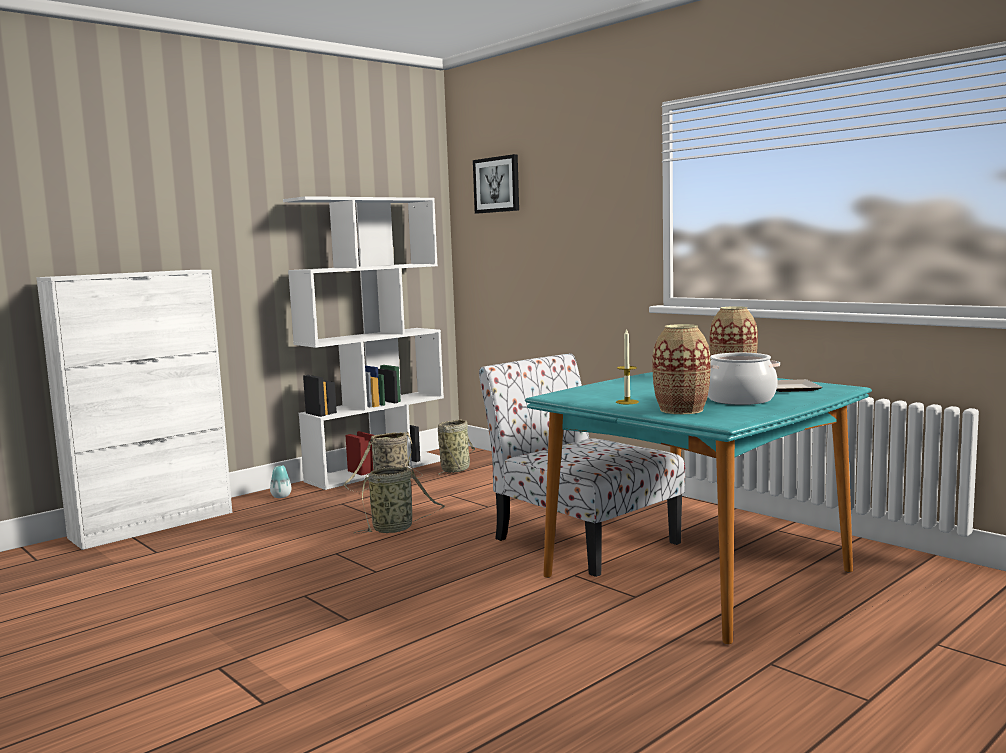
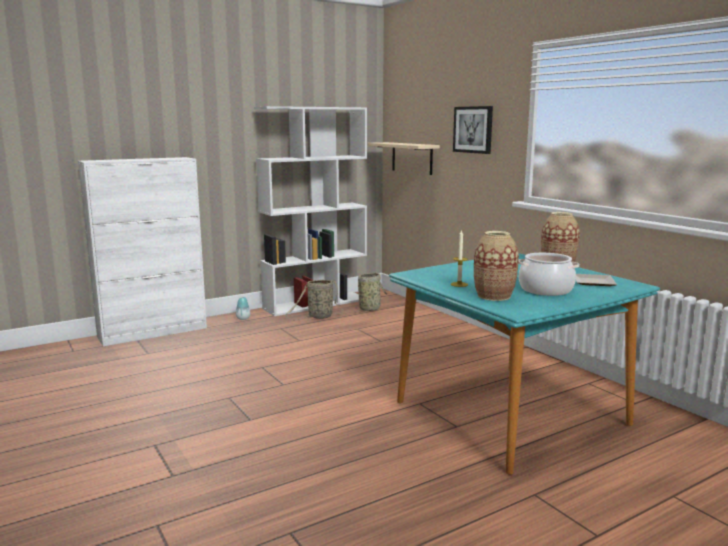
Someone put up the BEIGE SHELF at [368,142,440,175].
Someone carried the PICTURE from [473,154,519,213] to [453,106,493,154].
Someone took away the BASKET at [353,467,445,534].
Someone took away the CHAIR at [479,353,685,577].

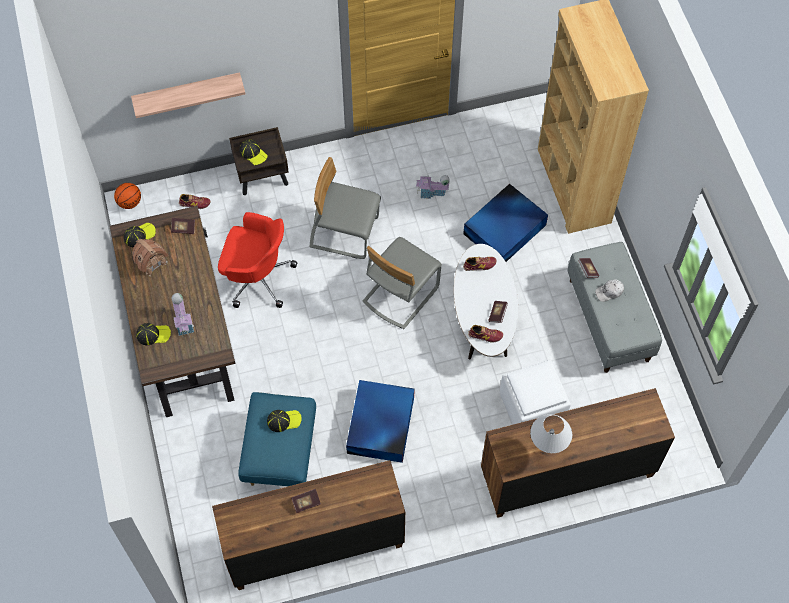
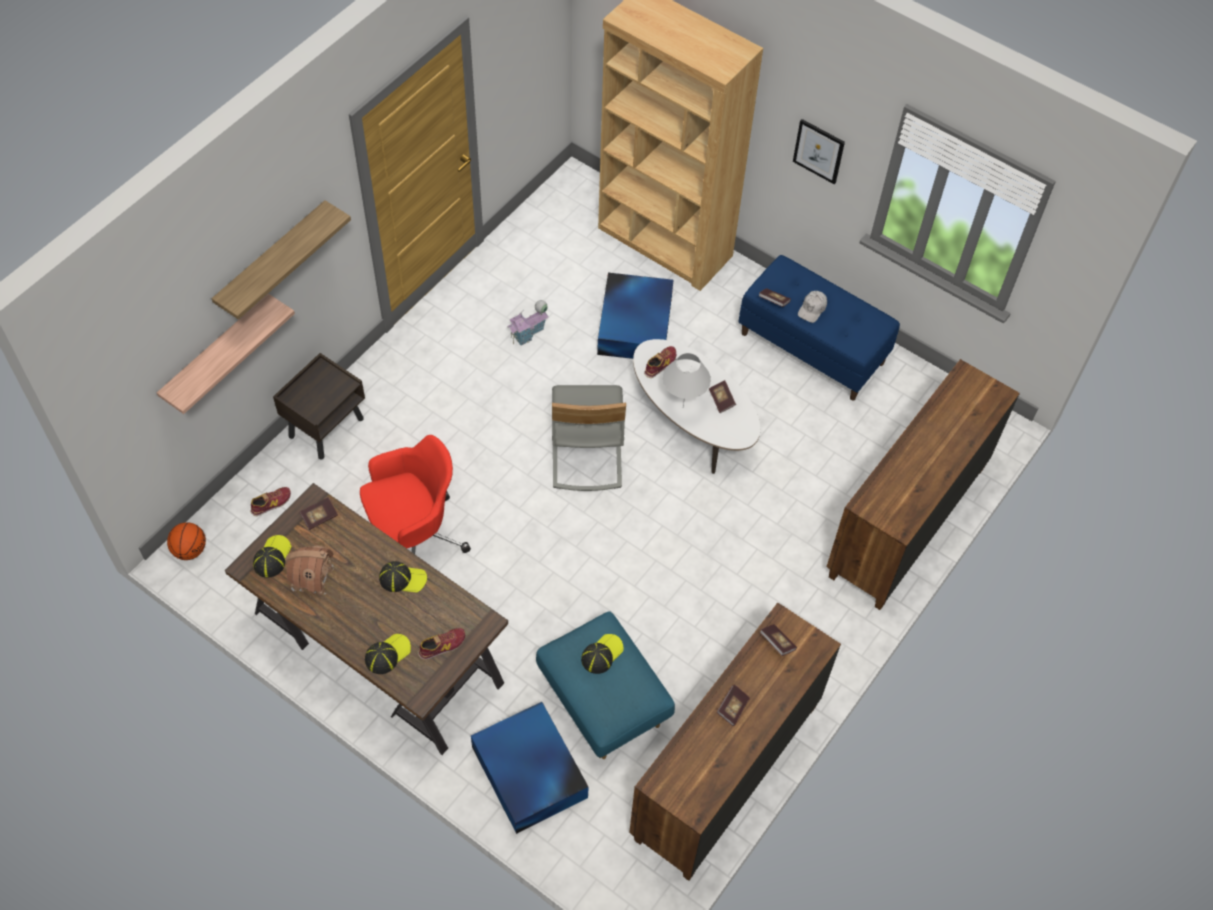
Someone put up the SHELF at [212,200,351,320].
Someone carried the CAP from [239,139,268,165] to [379,561,427,593].
Someone carried the SHOE from [468,325,503,343] to [418,628,465,660].
Someone carried the BLUE STORAGE BOX from [346,380,415,463] to [471,702,589,834].
Someone carried the WHITE TABLE LAMP from [530,414,572,453] to [662,353,711,407].
Someone repainted the GREY BENCH at [567,242,662,373], which became the BLUE BENCH at [739,255,900,400].
Someone put down the BOOK at [760,624,797,656].
Someone put up the PICTURE at [793,119,845,184].
Someone took away the TOY HOUSE at [172,293,194,337].
Someone took away the GREY CHAIR at [310,157,381,259].
Someone took away the WHITE OTTOMAN at [500,360,571,425].

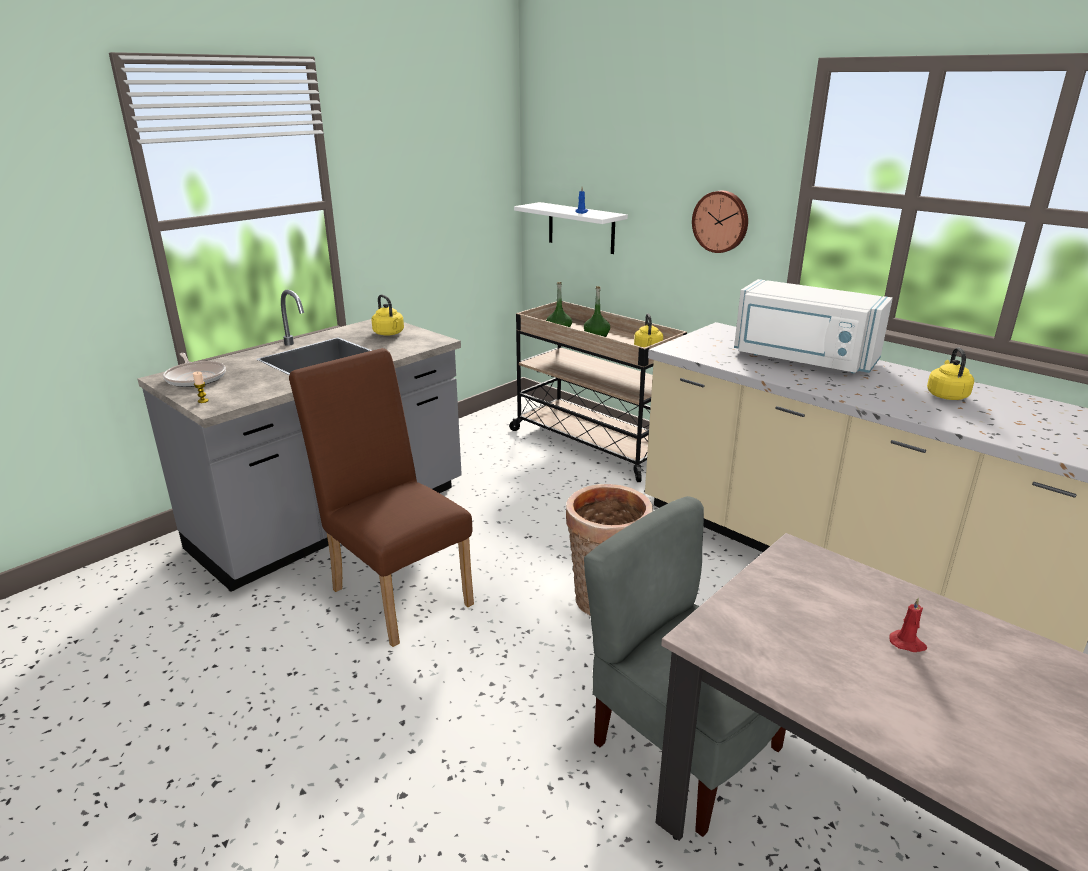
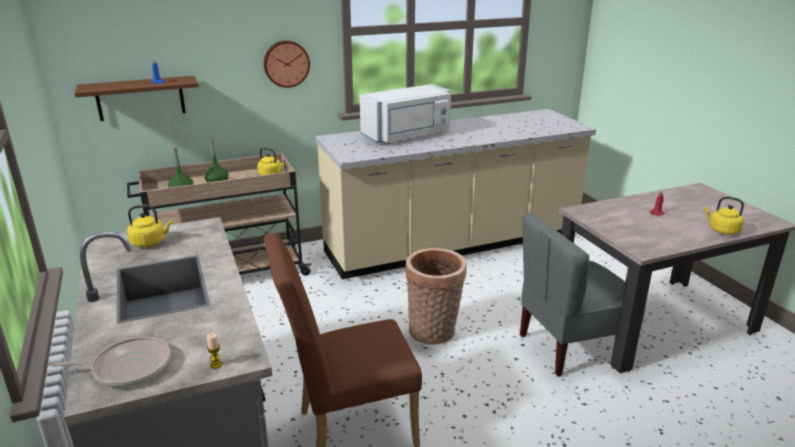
Someone repainted the WHITE SHELF at [514,202,628,254], which became the BROWN SHELF at [75,76,199,121].
Someone carried the YELLOW KETTLE from [927,347,974,400] to [704,196,744,235].

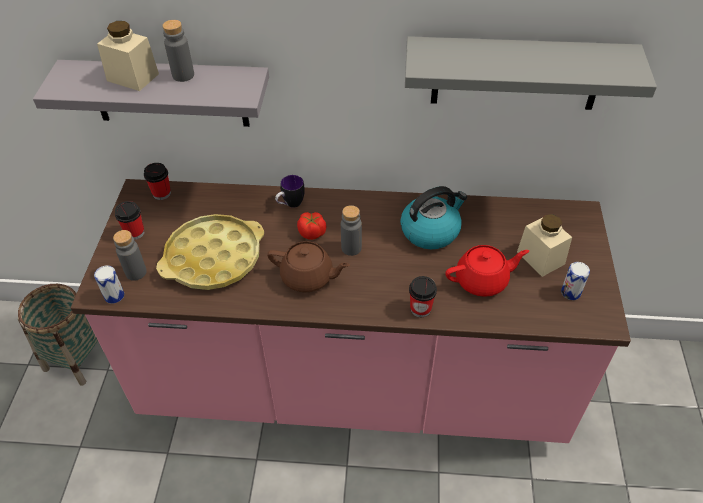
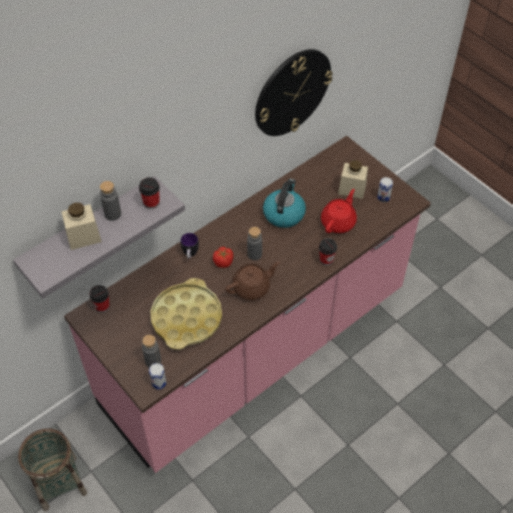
Someone carried the CUP from [115,201,144,240] to [139,177,160,209].
Someone swapped the GREY SHELF at [405,36,657,110] for the WALL CLOCK at [255,49,333,136].

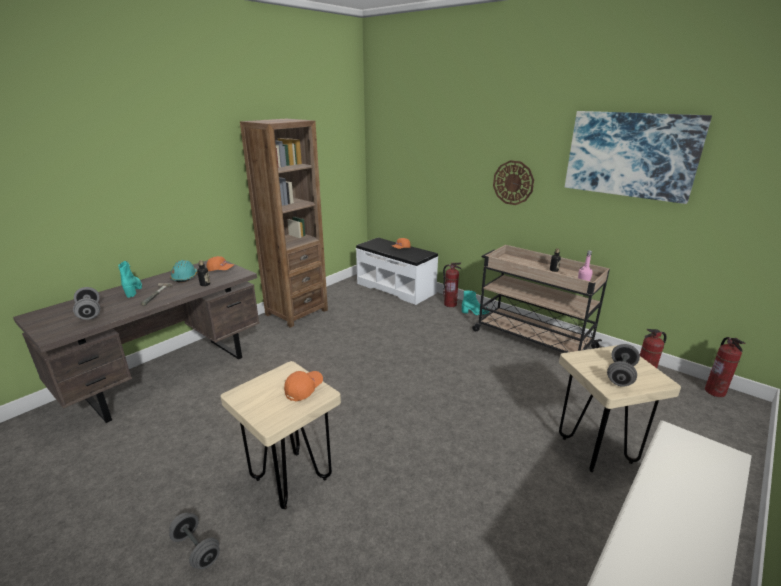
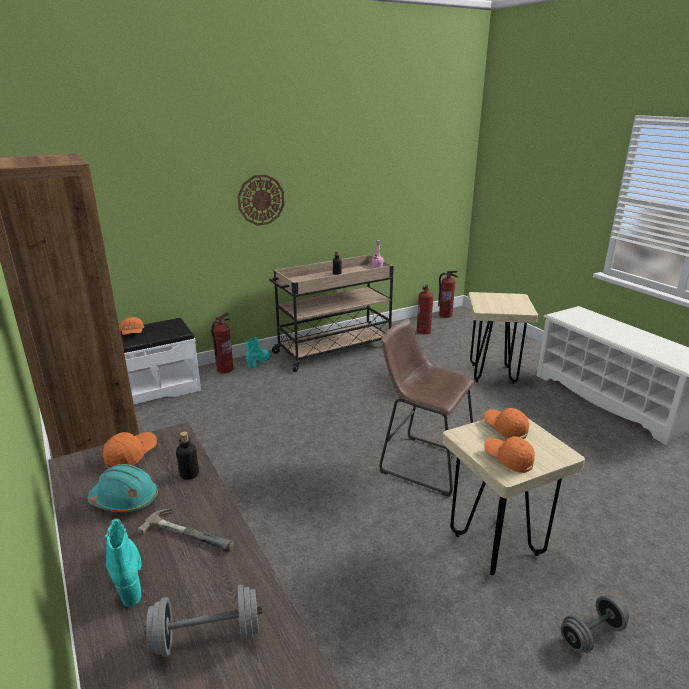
Someone rotated the TURQUOISE BOOT at [118,261,142,298] by 60 degrees clockwise.
Someone put down the BROWN STOOL at [379,319,474,497].
Someone put down the ORANGE CAP at [484,436,535,473].
Someone took away the PICTURE at [565,111,712,204].
Someone took away the GREY DUMBBELL at [607,344,640,387].

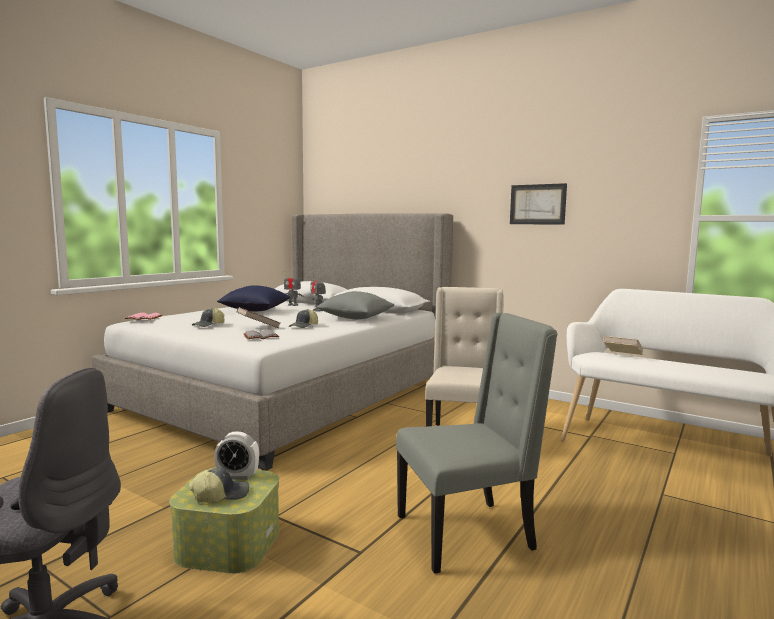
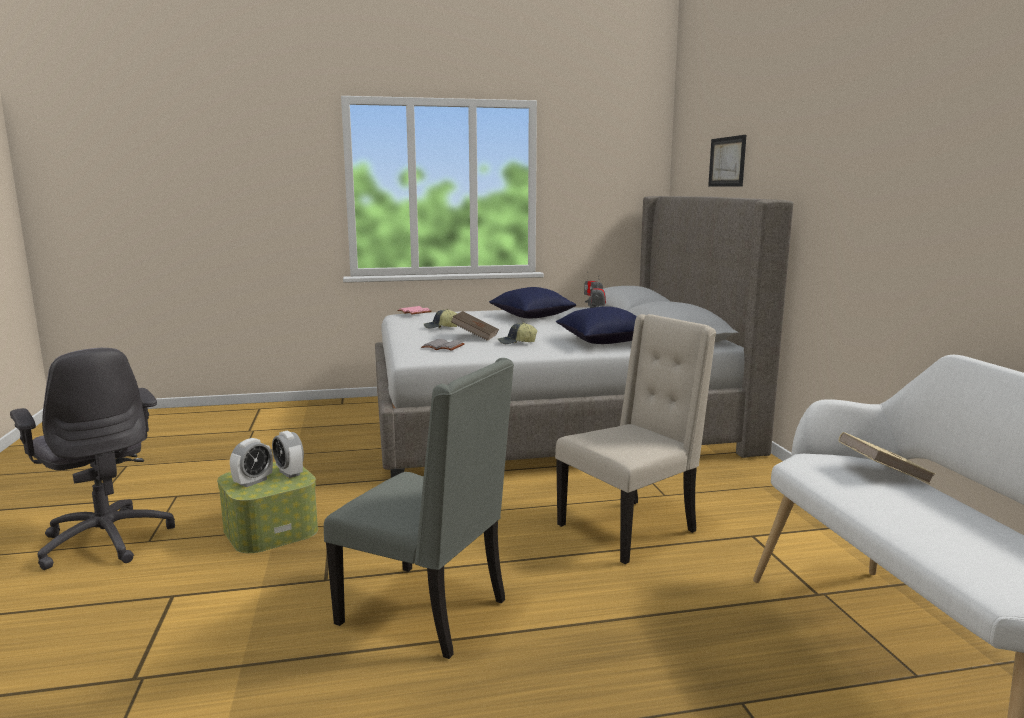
Someone swapped the CAP at [189,467,249,503] for the ALARM CLOCK at [230,438,273,487].
Someone repainted the GREY PILLOW at [316,291,394,319], which became the BLUE PILLOW at [556,306,637,344].
Someone carried the PICTURE from [510,183,567,225] to [708,135,746,187].

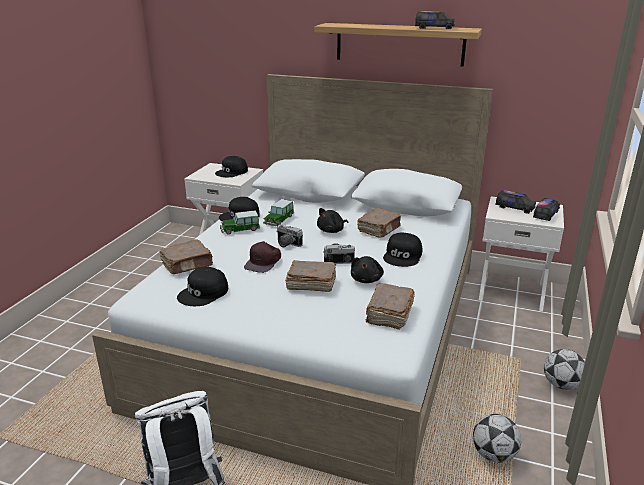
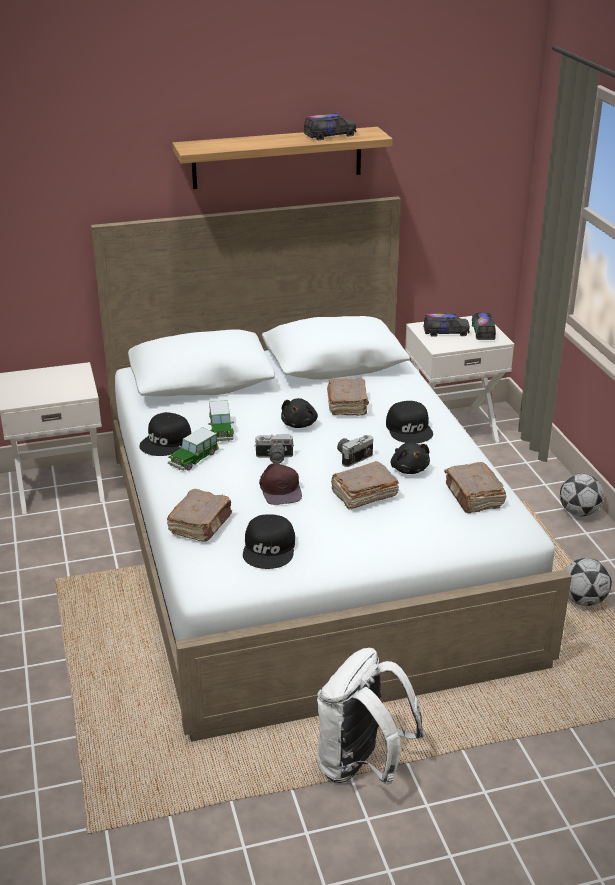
Someone took away the BLACK CAP at [215,156,248,177].

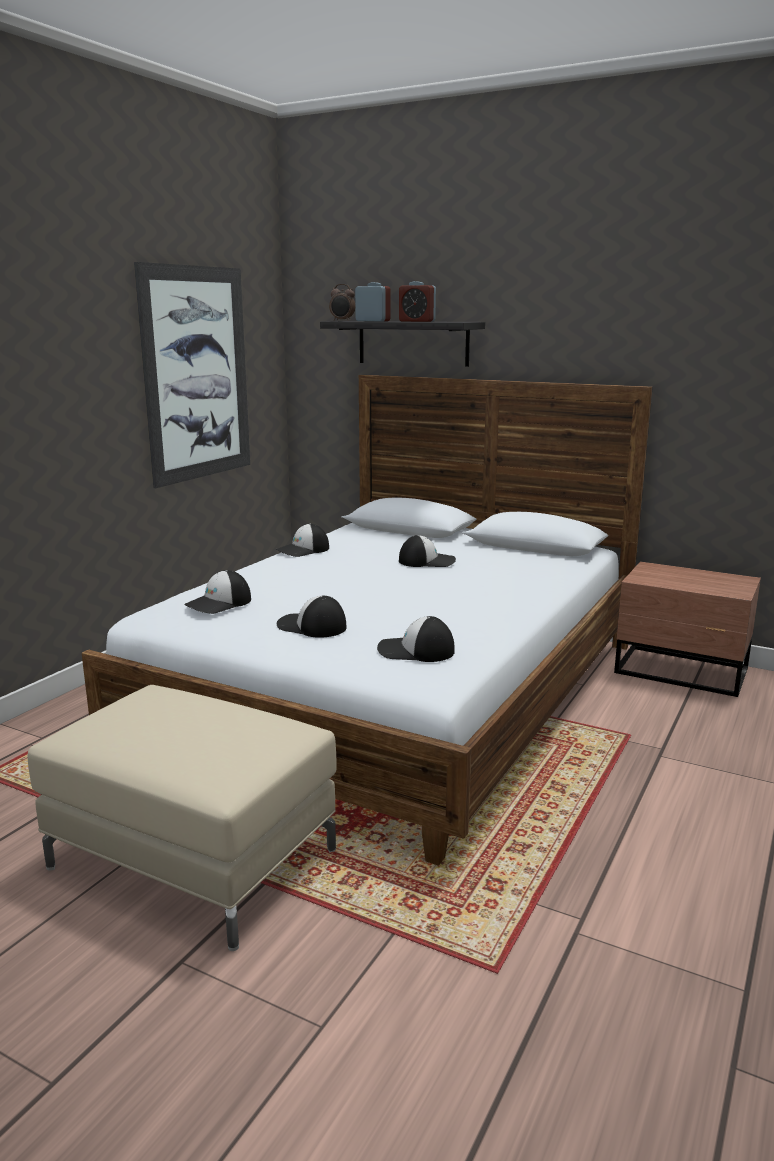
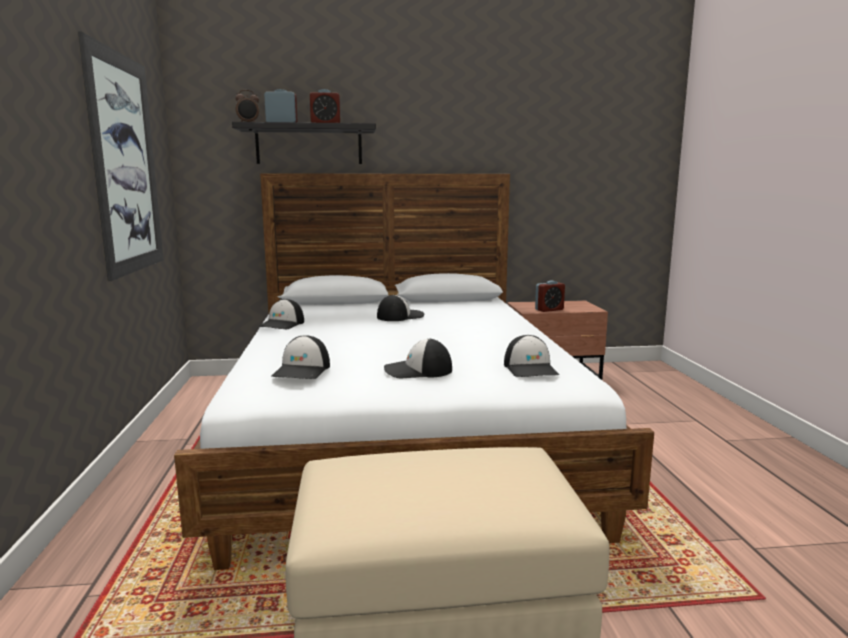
Someone rotated the CAP at [377,616,455,662] by 75 degrees counterclockwise.
Someone put down the ALARM CLOCK at [535,280,565,312].

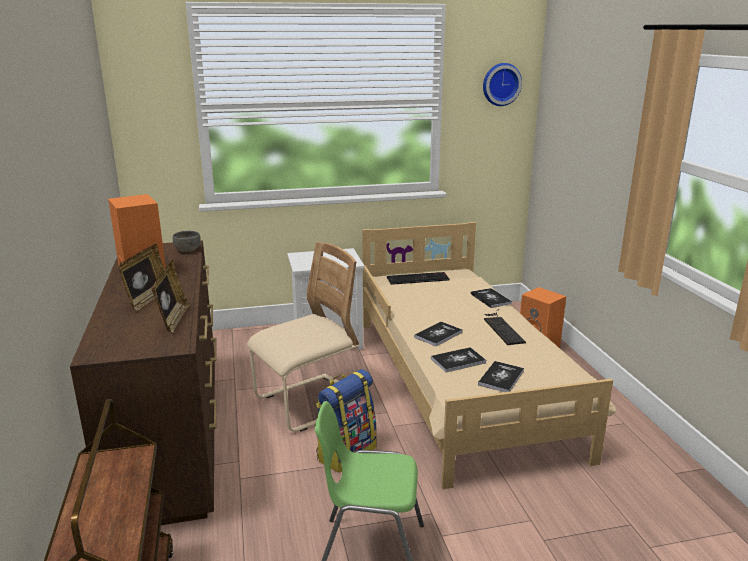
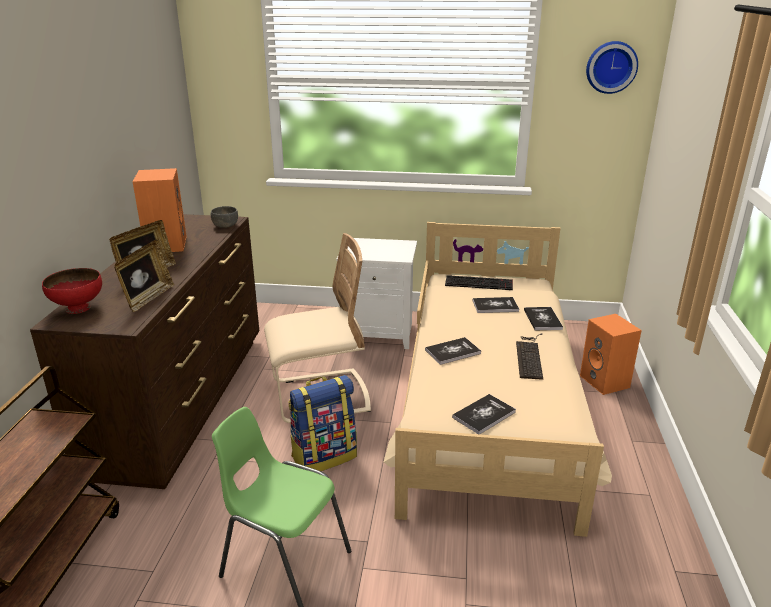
Someone put down the RED BOWL at [42,268,102,314].
Someone carried the BOOK from [431,347,486,372] to [473,297,519,313].

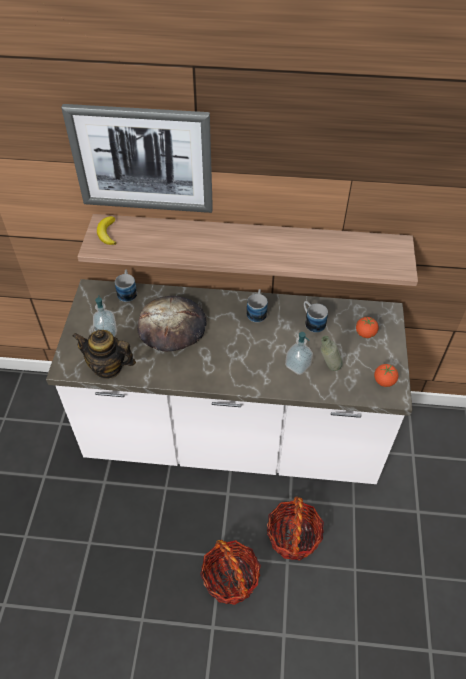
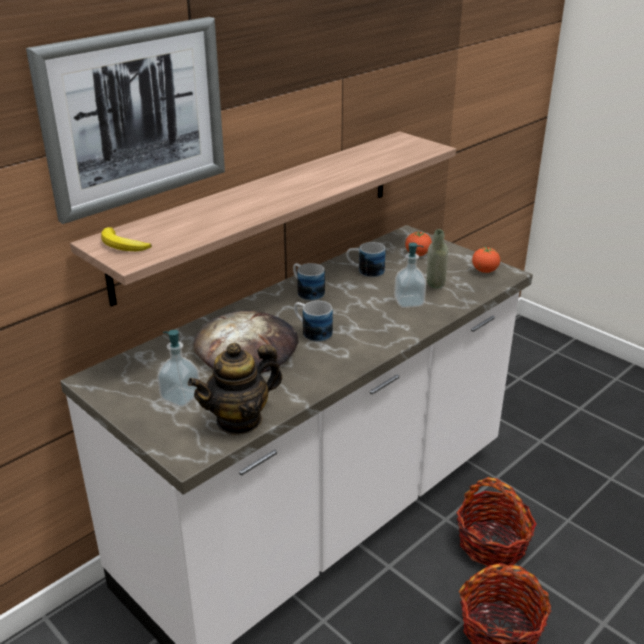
Someone carried the MUG from [115,270,137,302] to [294,301,333,342].

